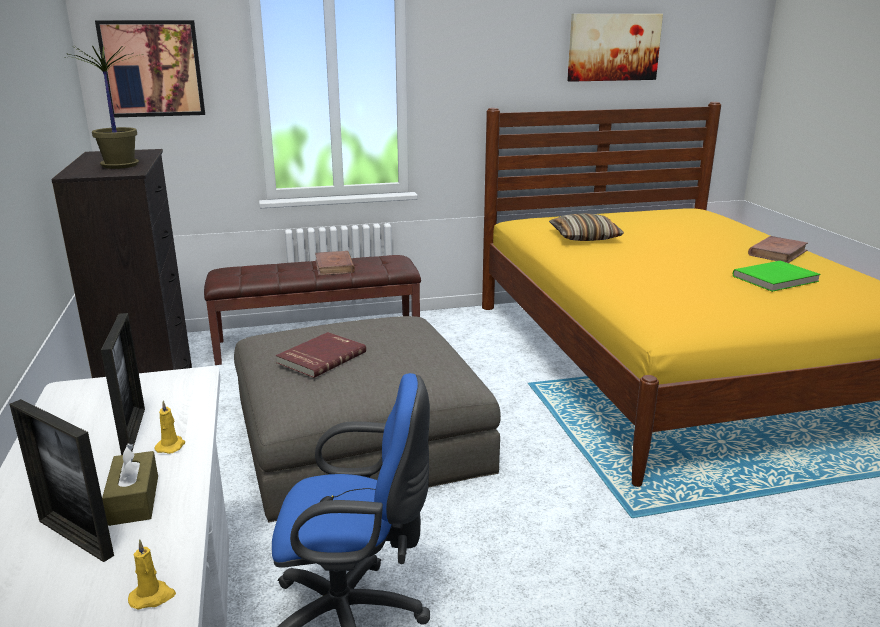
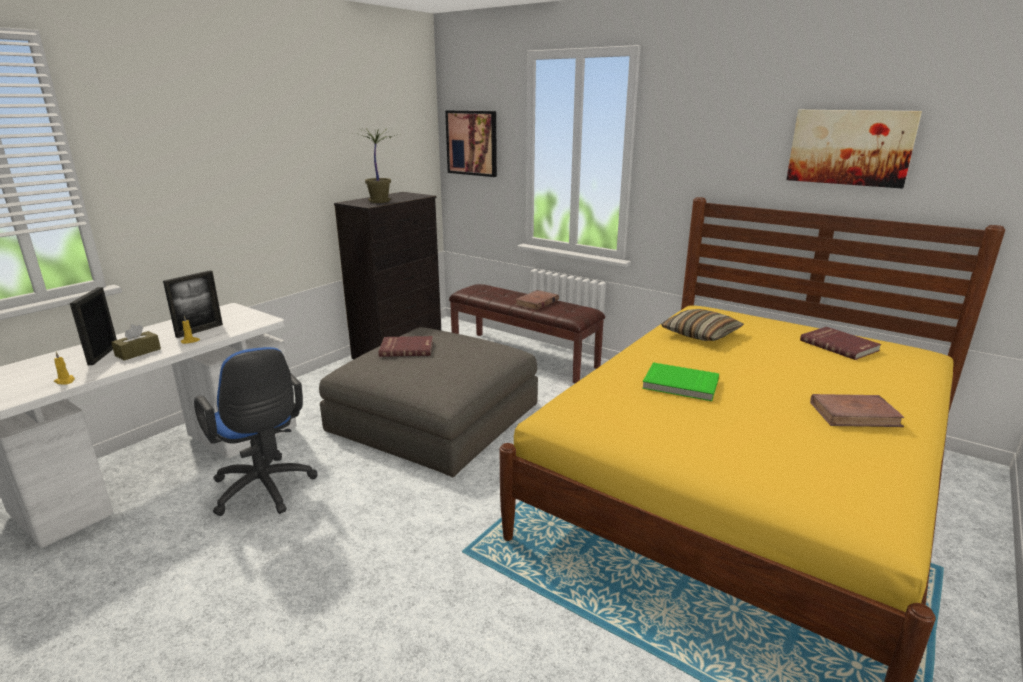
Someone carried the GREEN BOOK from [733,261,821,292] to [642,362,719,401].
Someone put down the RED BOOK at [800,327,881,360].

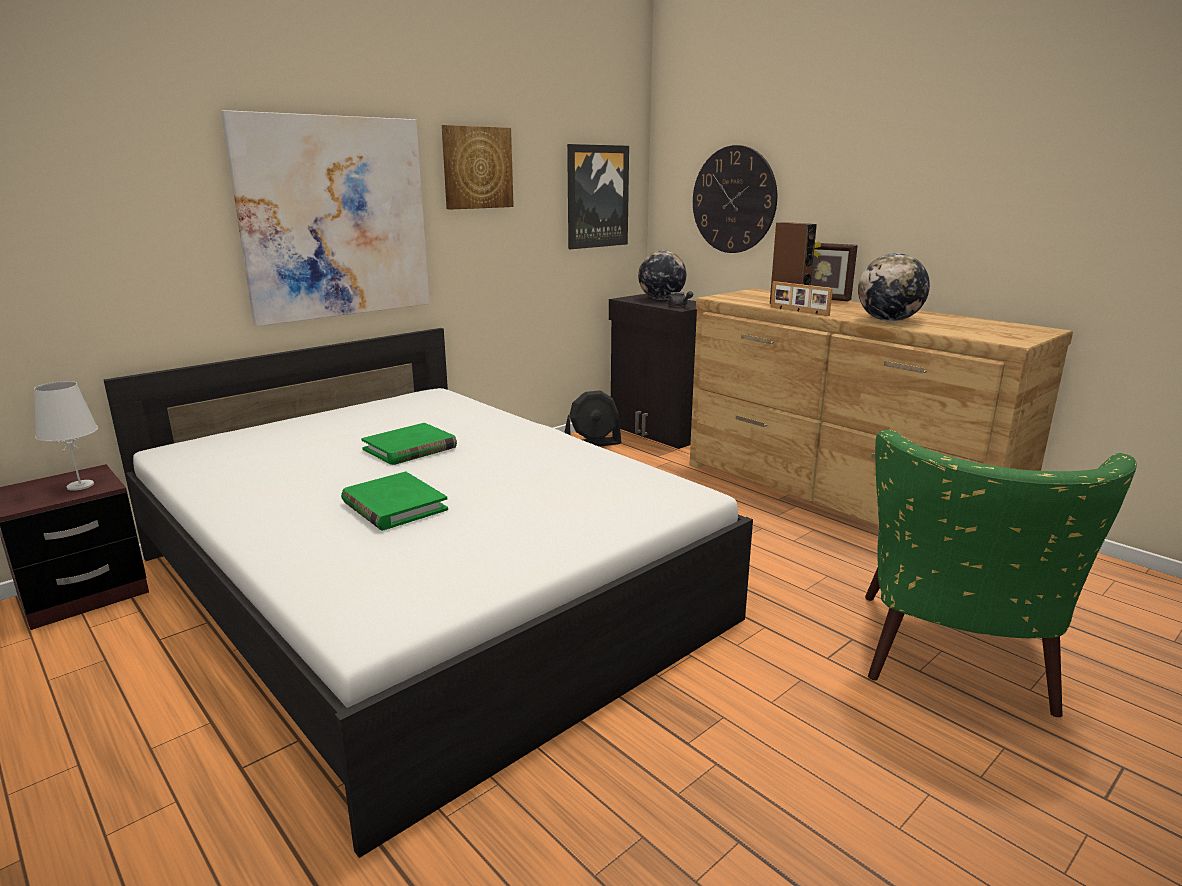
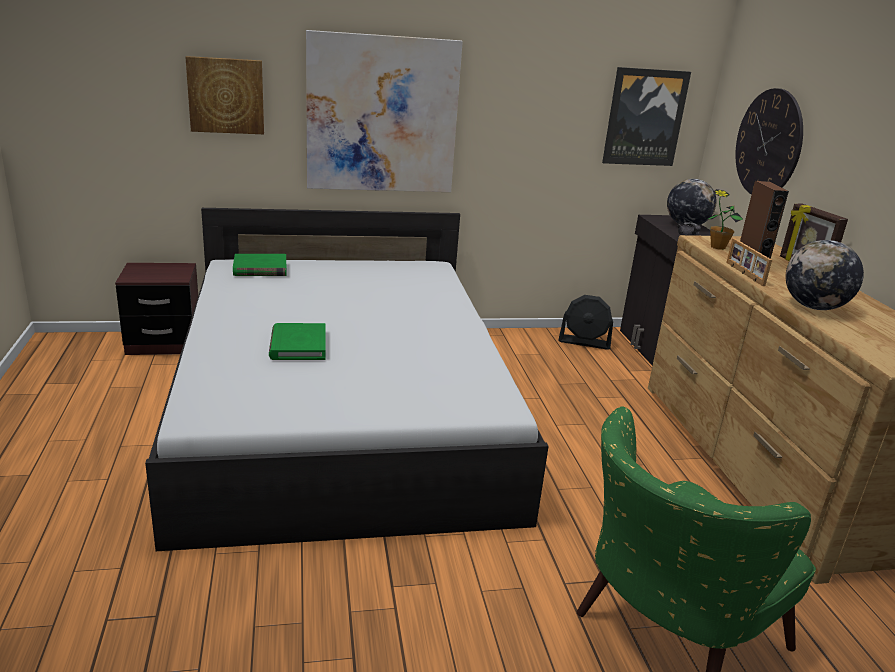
Someone carried the PICTURE from [442,125,514,210] to [185,56,264,134].
Someone carried the GREEN BOOK from [361,423,457,465] to [233,254,287,276].
Someone put down the POTTED PLANT at [707,189,743,250].
Someone took away the WHITE TABLE LAMP at [34,381,98,491].

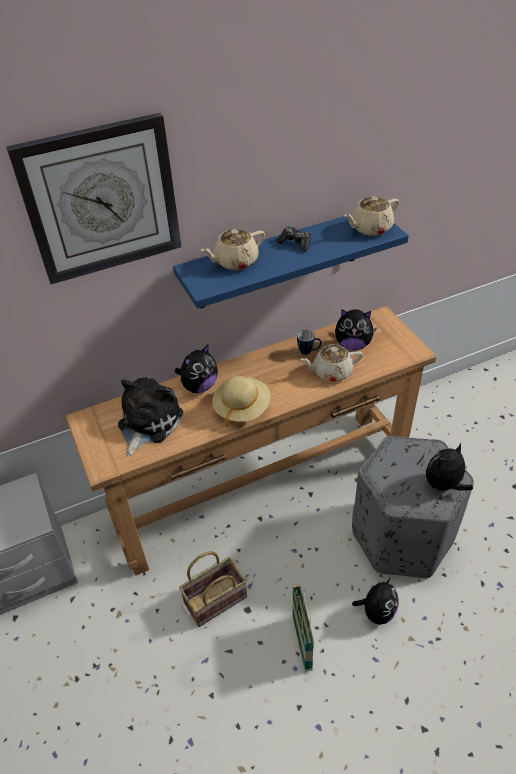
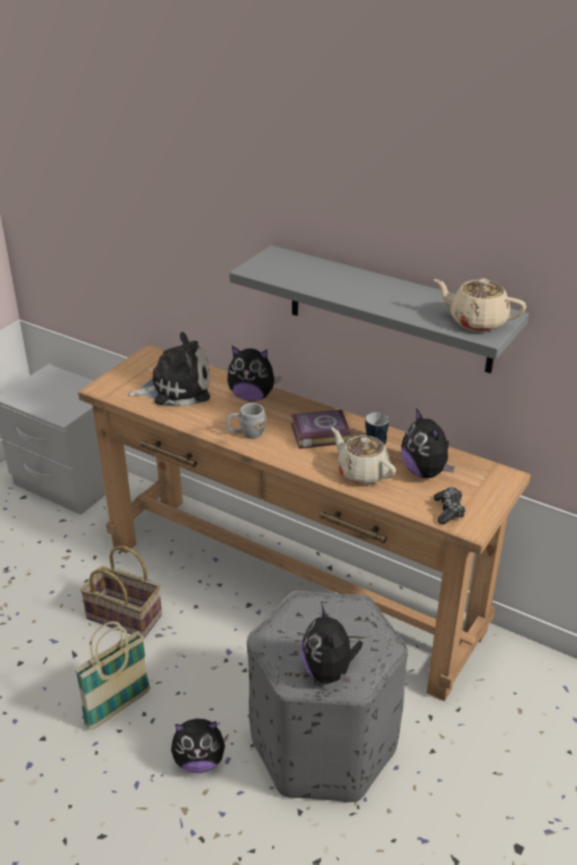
Someone swapped the BEIGE HAT at [212,376,270,428] for the GREY MUG at [226,403,266,439].
Someone repainted the BLUE SHELF at [173,214,409,309], which became the GREY SHELF at [229,245,529,374].
Someone put down the BOOK at [291,410,351,449].
Someone rotated the PLUSH TOY at [426,443,473,491] by 120 degrees counterclockwise.
Someone carried the GAME CONTROLLER from [277,227,311,252] to [433,487,466,525].
Someone took away the WALL CLOCK at [6,113,181,284].
Someone took away the BEIGE TEAPOT at [201,229,265,270].

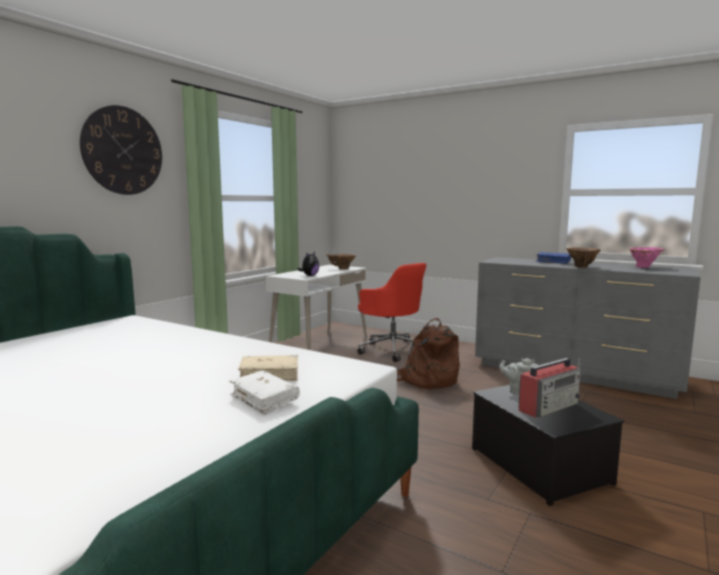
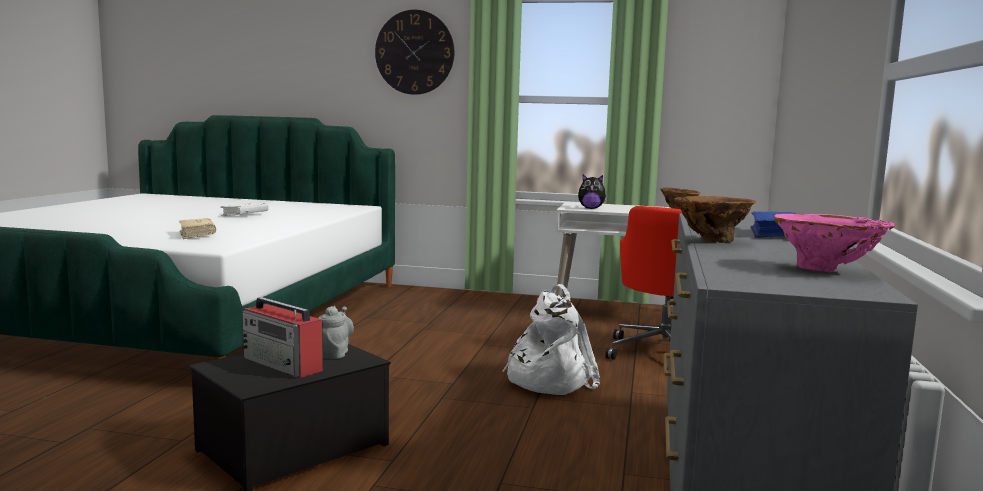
Someone carried the WHITE BOOK from [229,370,300,415] to [220,202,269,216].
Someone repainted the BROWN BACKPACK at [397,318,460,389], which became the WHITE BACKPACK at [502,284,600,395].

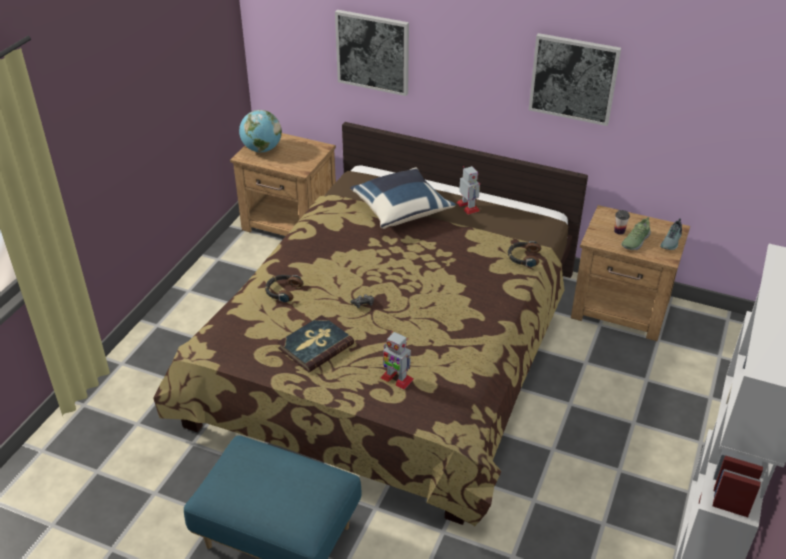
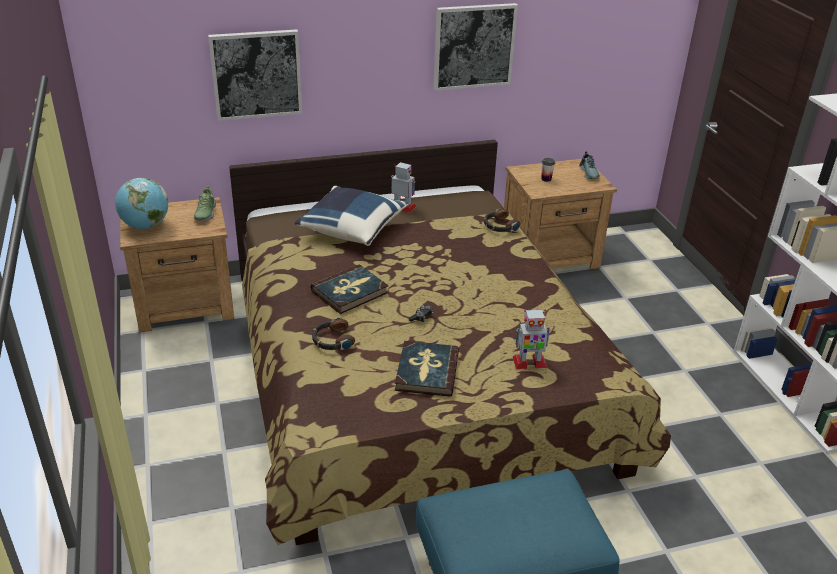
Someone carried the SHOE from [621,217,651,250] to [194,186,216,221].
Someone put down the BOOK at [311,265,389,314].

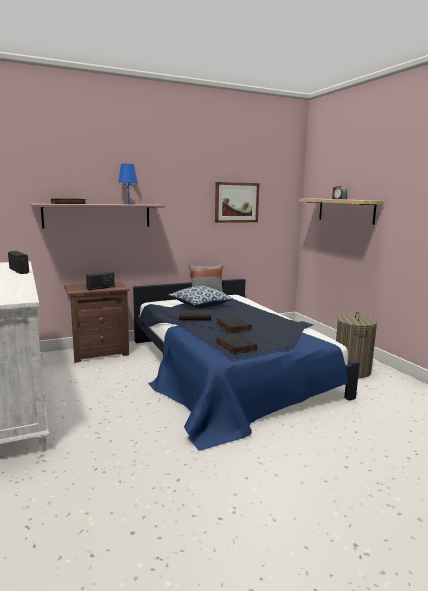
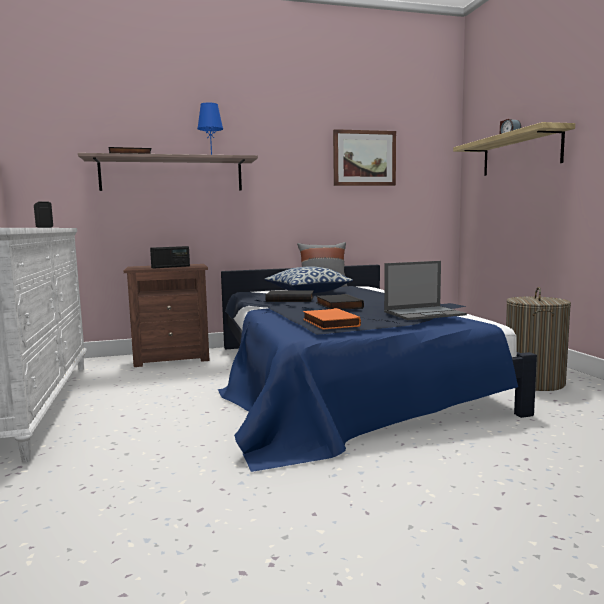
Someone repainted the BLACK BOOK at [215,333,257,354], which became the ORANGE BOOK at [303,308,361,329].
Someone put down the LAPTOP at [384,261,467,320].

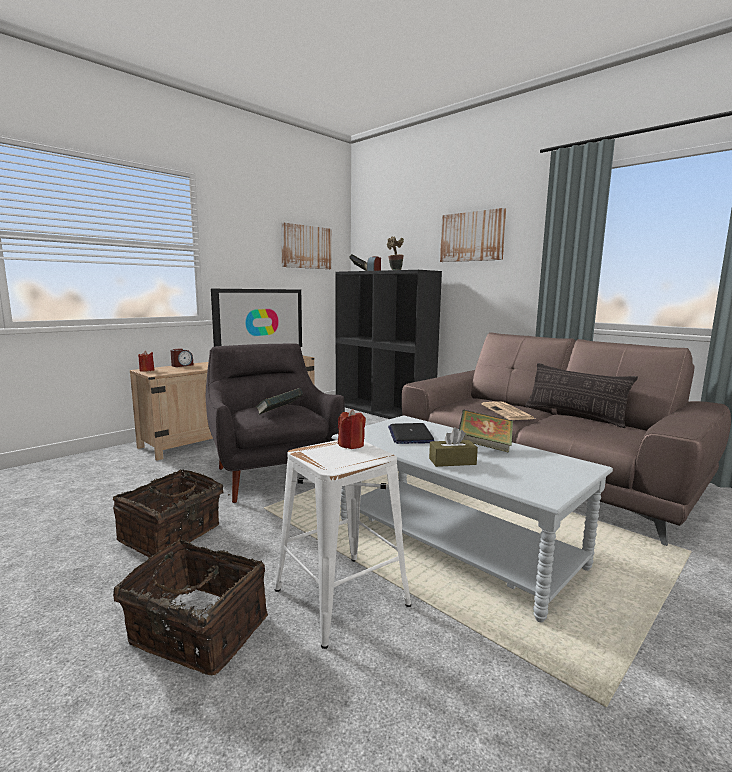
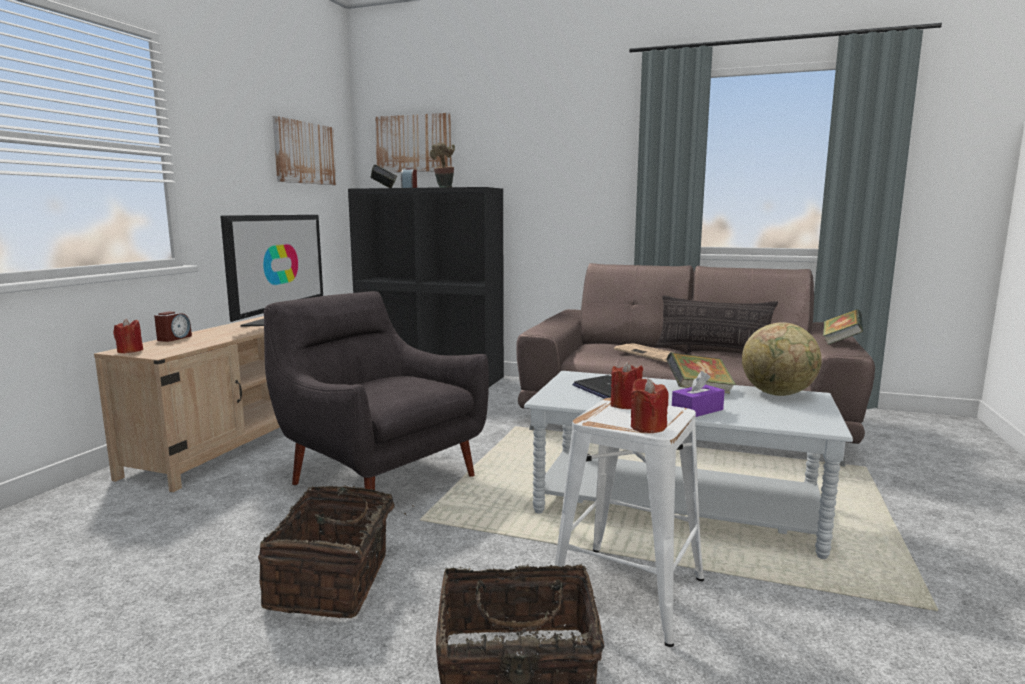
Someone carried the PICTURE from [440,208,506,262] to [375,113,452,172].
Someone put down the RED CANDLE at [631,378,668,433].
Someone repainted the BROWN TISSUE BOX at [429,427,478,467], which became the PURPLE TISSUE BOX at [672,371,725,417].
Someone put down the GLOBE at [742,322,822,396].
Someone carried the BOOK from [256,388,303,415] to [823,309,863,345].

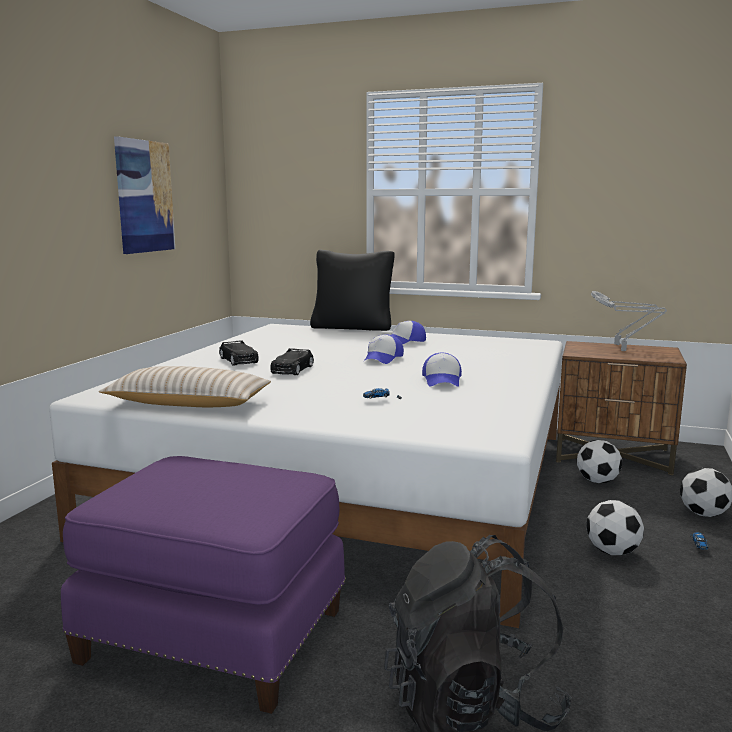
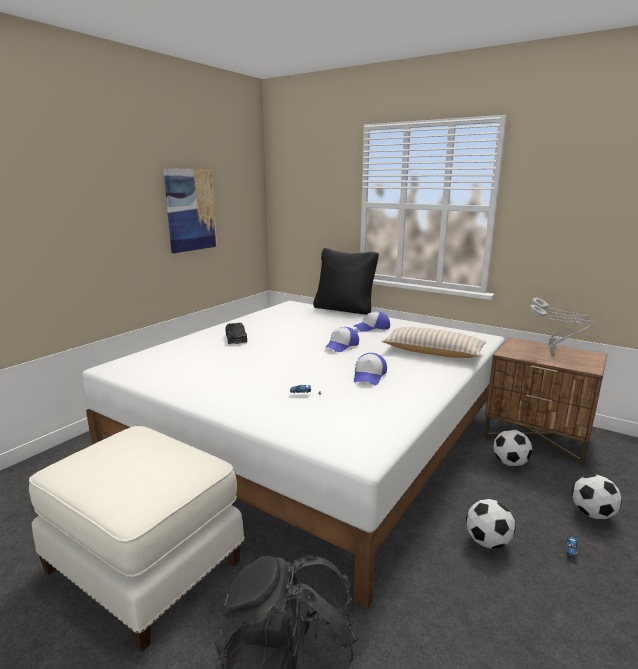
Someone repainted the PURPLE OTTOMAN at [61,456,346,714], which became the WHITE OTTOMAN at [29,426,245,652].
Someone carried the BEIGE PILLOW from [99,366,271,407] to [382,327,486,358].
Someone took away the BLACK TOY CAR at [270,348,314,375].

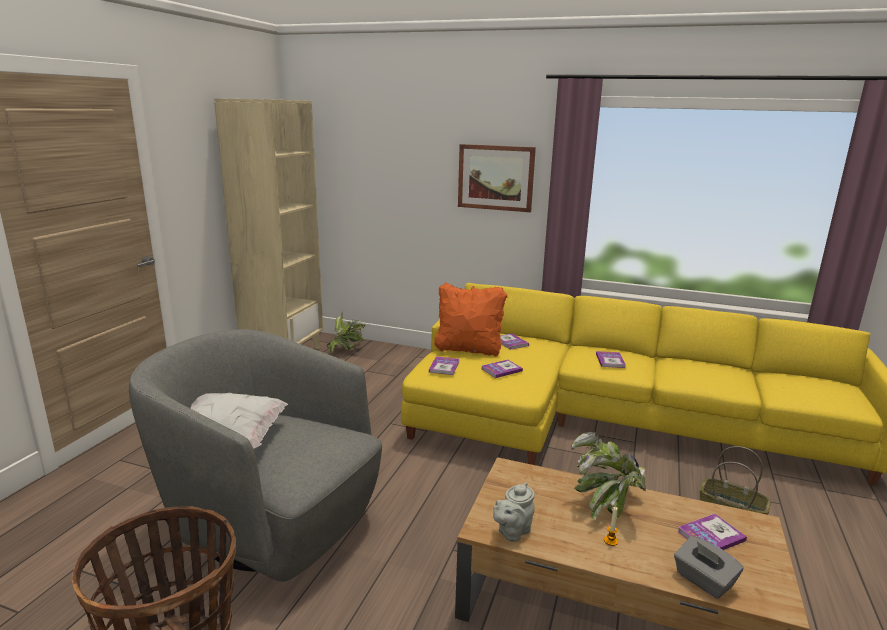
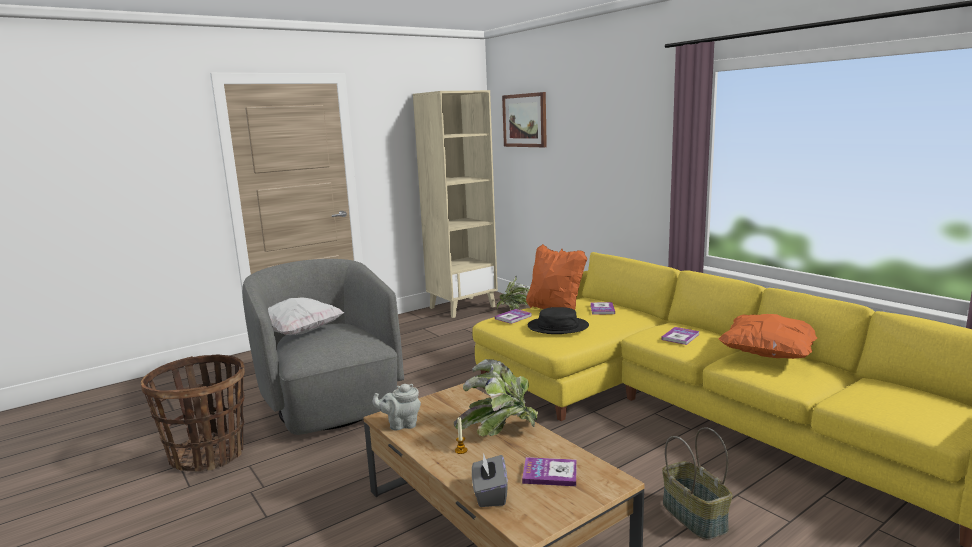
Someone carried the PICTURE from [458,144,536,212] to [502,92,547,147].
Someone swapped the BOOK at [482,359,523,378] for the BLACK HAT at [528,307,589,334].
Someone put down the ORANGE PILLOW at [718,314,817,359].

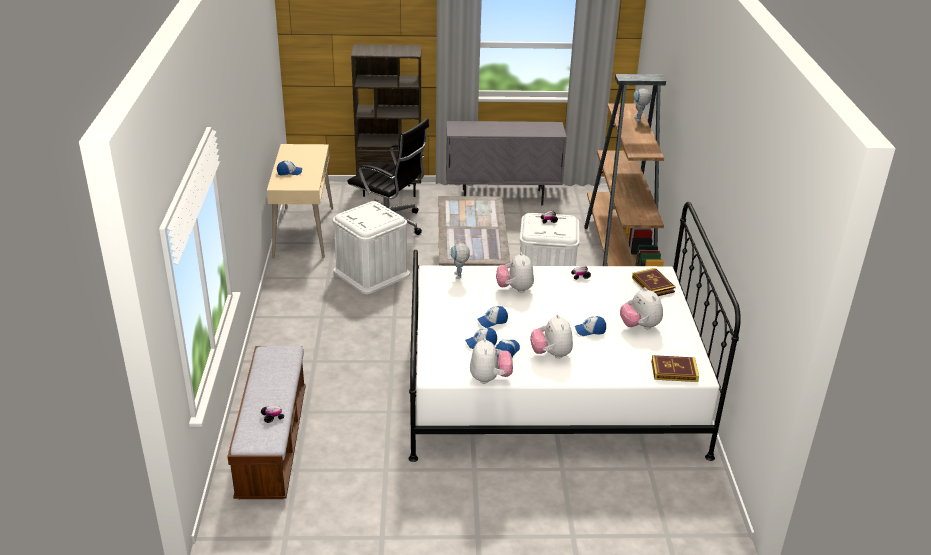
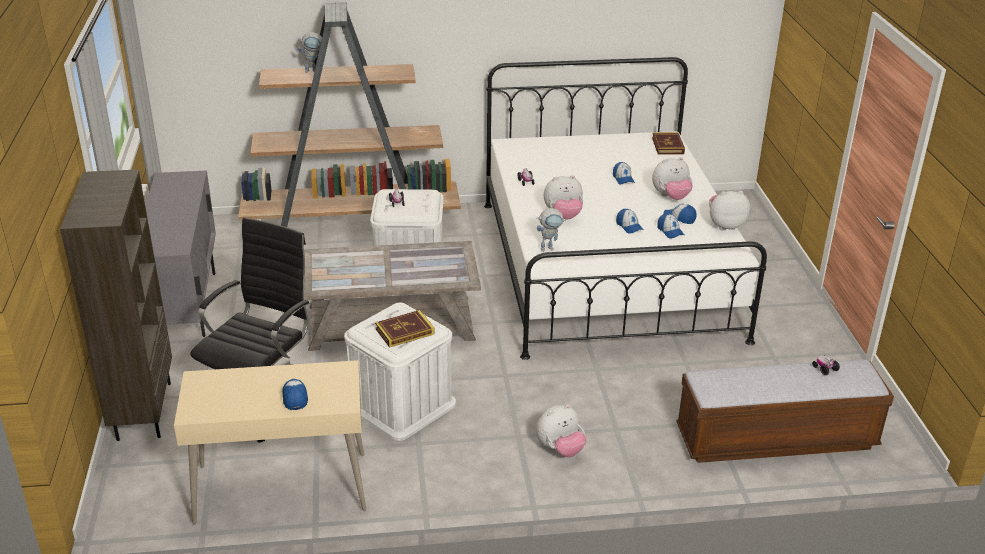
Someone carried the BOOK from [632,268,676,296] to [375,310,435,348].
Someone carried the PLUSH TOY from [620,287,663,329] to [536,404,586,457].

